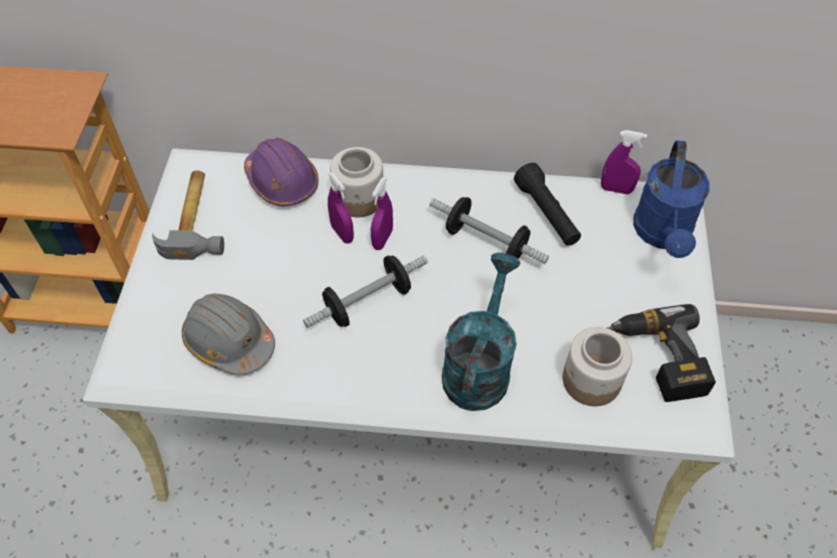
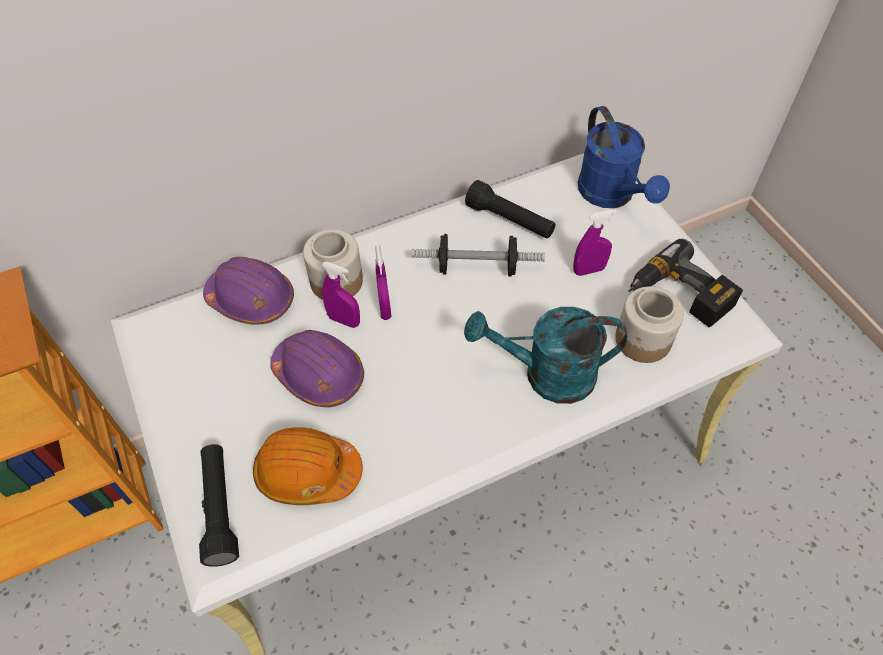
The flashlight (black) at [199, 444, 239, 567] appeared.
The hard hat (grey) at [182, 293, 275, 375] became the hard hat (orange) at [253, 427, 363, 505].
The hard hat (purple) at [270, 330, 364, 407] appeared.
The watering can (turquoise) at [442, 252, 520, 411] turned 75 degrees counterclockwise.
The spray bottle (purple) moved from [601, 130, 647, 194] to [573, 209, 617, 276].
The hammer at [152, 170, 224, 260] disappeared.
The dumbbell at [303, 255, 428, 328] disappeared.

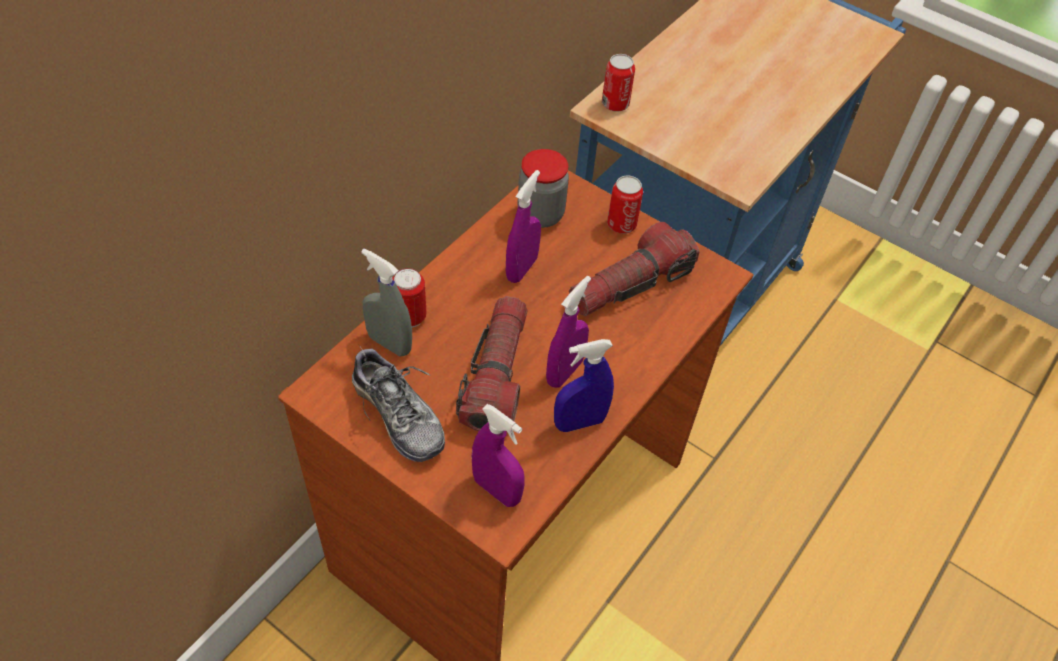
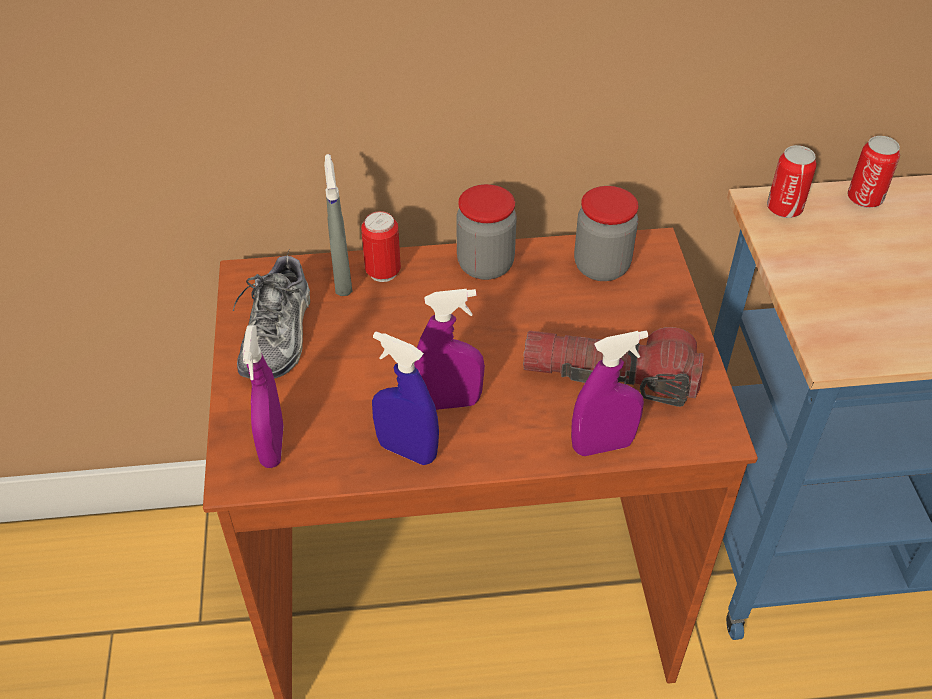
The jar at [456, 184, 517, 280] appeared.
The spray bottle (purple) moved from [506, 170, 541, 283] to [571, 331, 648, 456].
The can moved from [607, 176, 643, 234] to [848, 136, 900, 208].
The flashlight at [456, 296, 528, 431] disappeared.

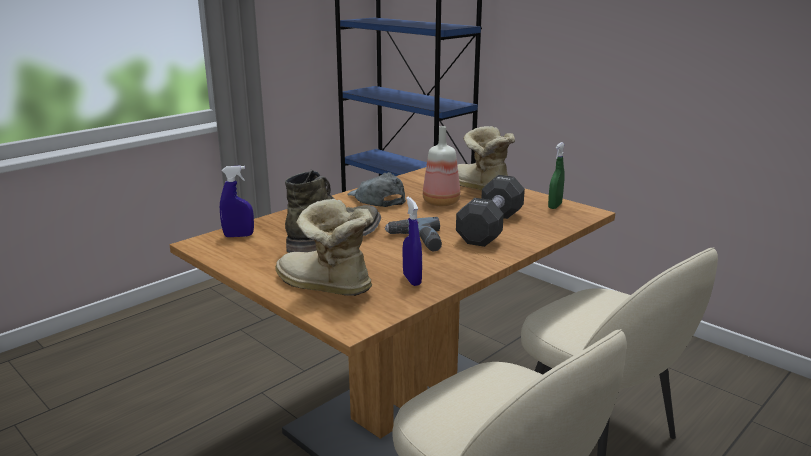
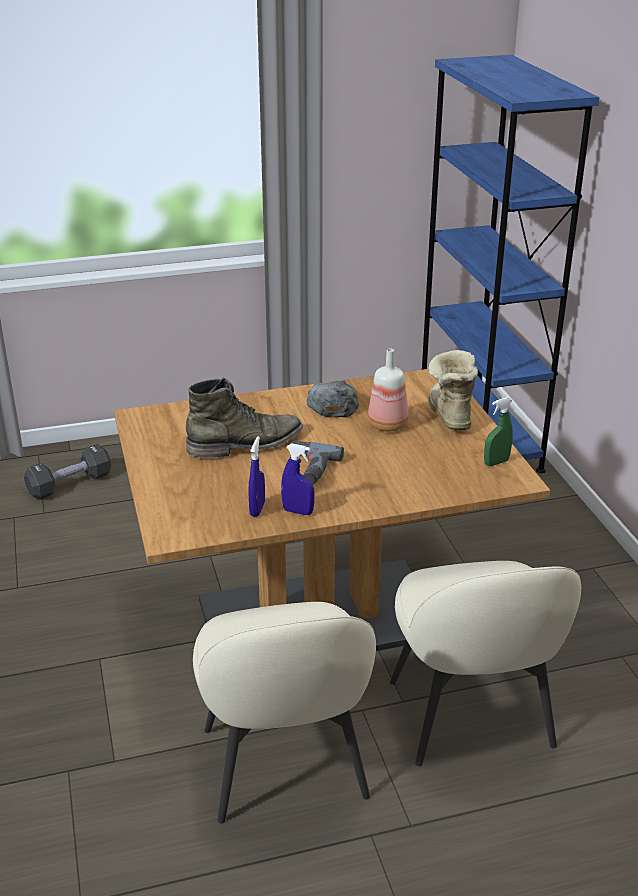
The dumbbell (black) moved from [456, 175, 525, 247] to [24, 444, 111, 500].
The spray bottle (blue) moved from [220, 165, 254, 237] to [281, 444, 315, 515].
The boot at [275, 199, 374, 296] disappeared.

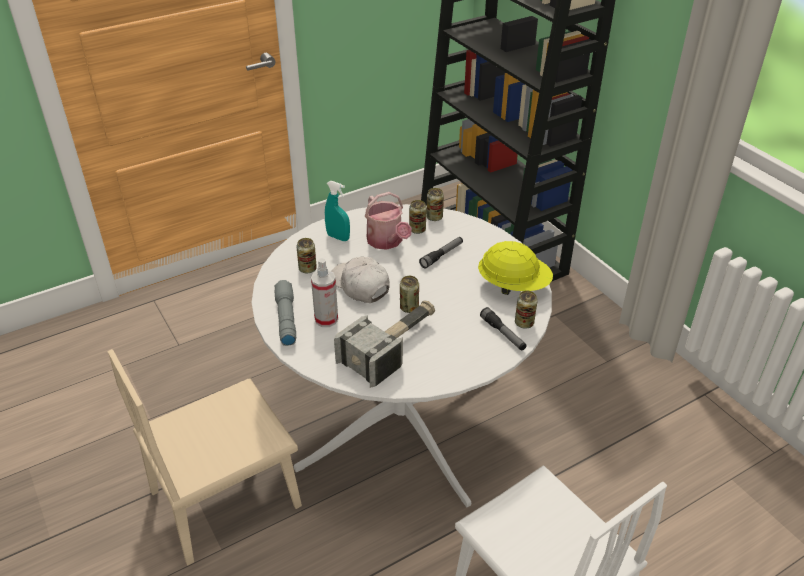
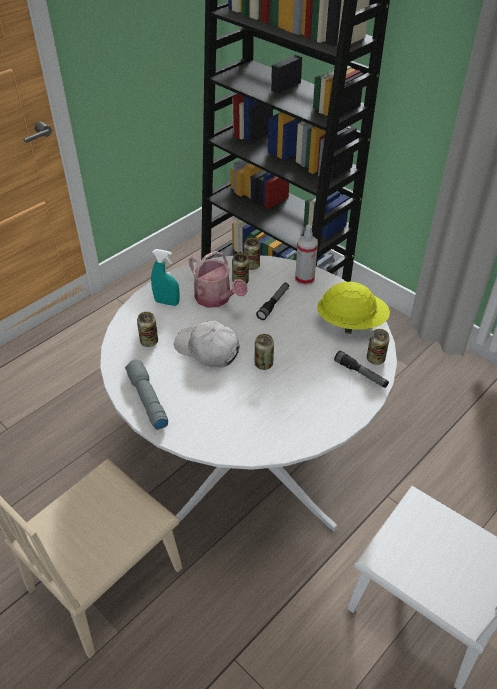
The spray bottle moved from [311, 258, 338, 327] to [295, 225, 318, 286].
The hammer at [334, 300, 435, 388] disappeared.

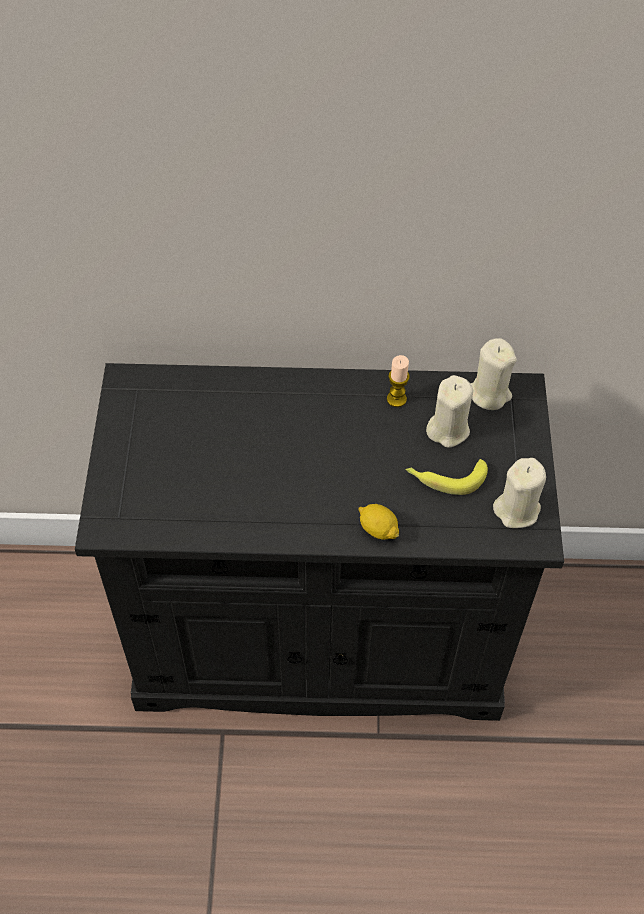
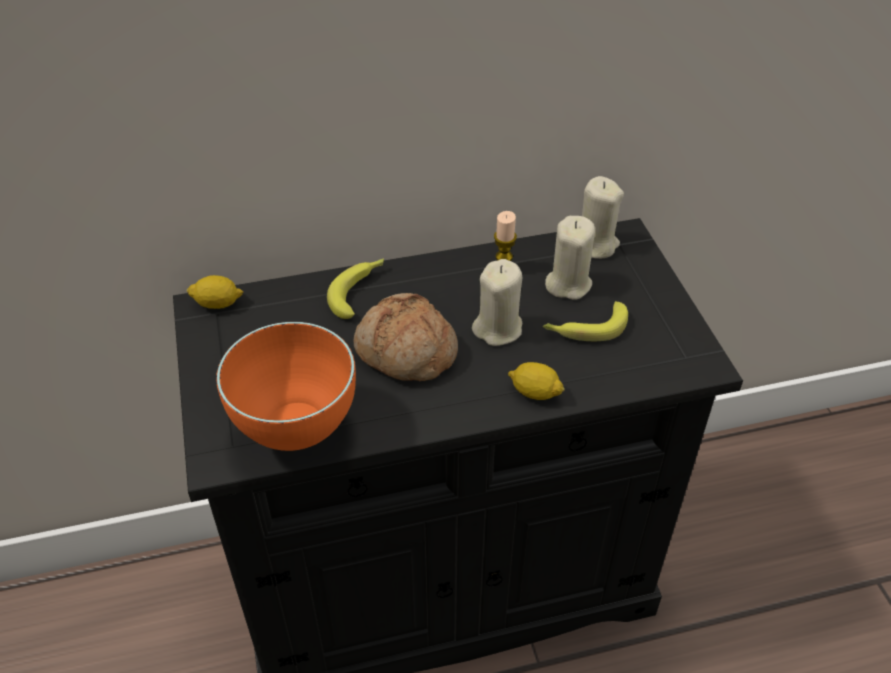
The lemon at [187, 275, 243, 309] appeared.
The bowl (orange) at [216, 322, 356, 451] appeared.
The banana at [327, 258, 384, 319] appeared.
The bread at [354, 293, 458, 381] appeared.
The candle (beige) moved from [493, 458, 546, 528] to [472, 259, 522, 346].

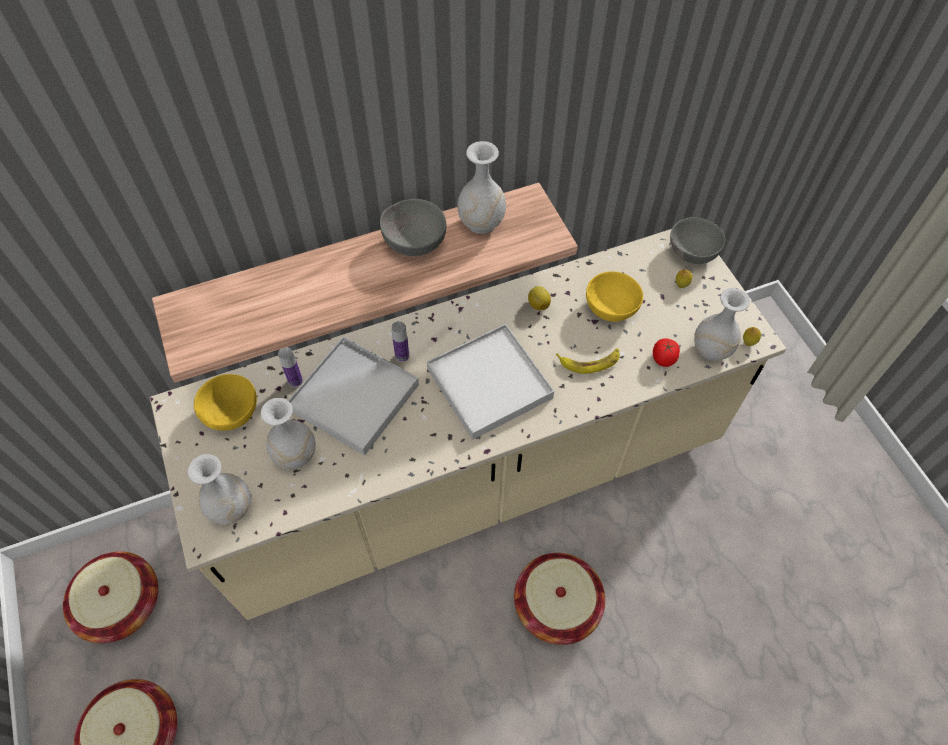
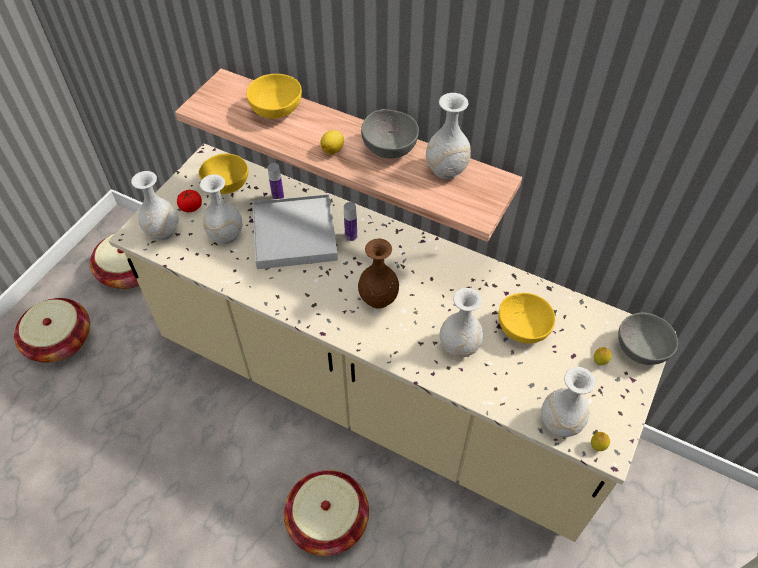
The tomato moved from [653, 339, 680, 367] to [177, 190, 202, 212].
The bowl (yellow) at [246, 74, 302, 119] appeared.
The lemon moved from [528, 286, 551, 310] to [320, 130, 344, 154].
The tray (white) at [427, 324, 554, 440] was replaced by the vase (brown) at [358, 239, 399, 309].
The banana at [556, 348, 620, 374] was replaced by the vase (white) at [440, 288, 483, 358].

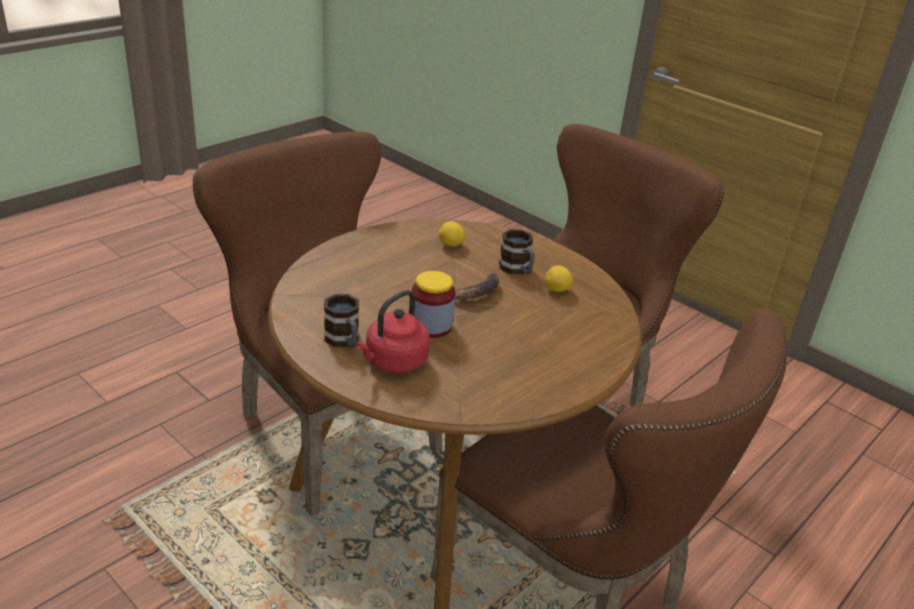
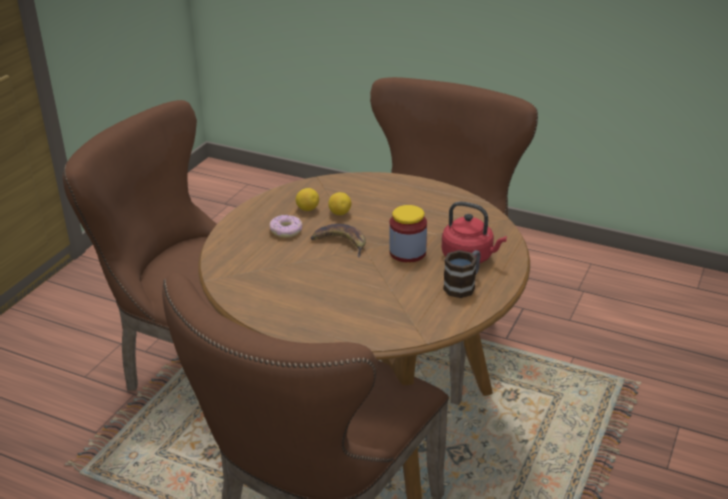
The mug at [499, 229, 534, 274] was replaced by the donut at [269, 215, 302, 238].
The lemon moved from [439, 221, 465, 246] to [328, 192, 352, 215].

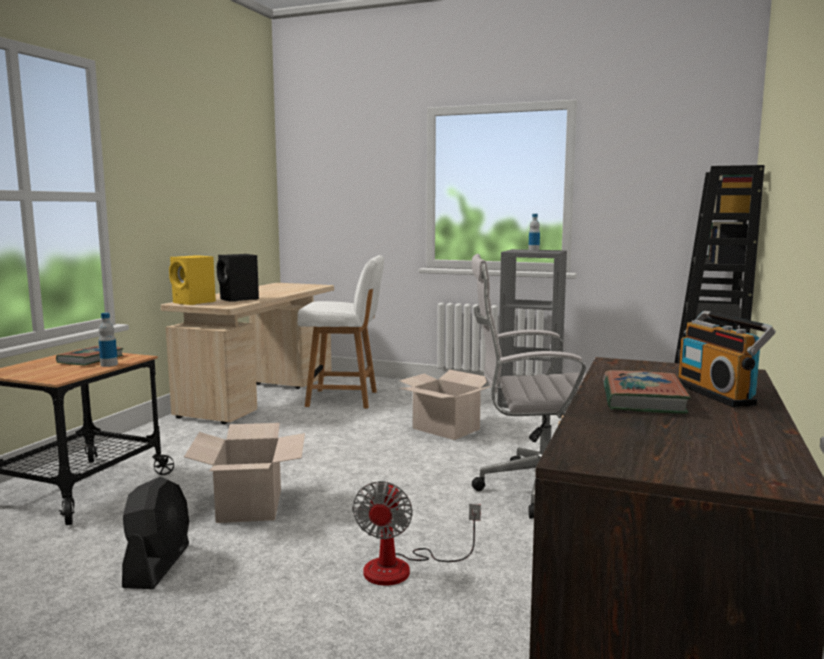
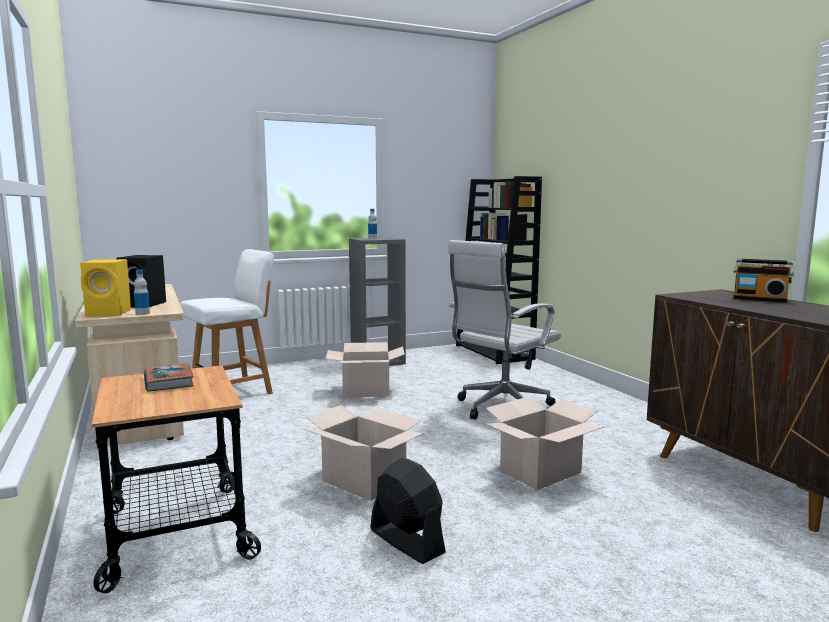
The bottle moved from [99, 313, 118, 367] to [134, 270, 150, 315].
The fan at [352, 481, 481, 586] was replaced by the cardboard box at [486, 396, 604, 490].
The book at [603, 370, 691, 414] disappeared.

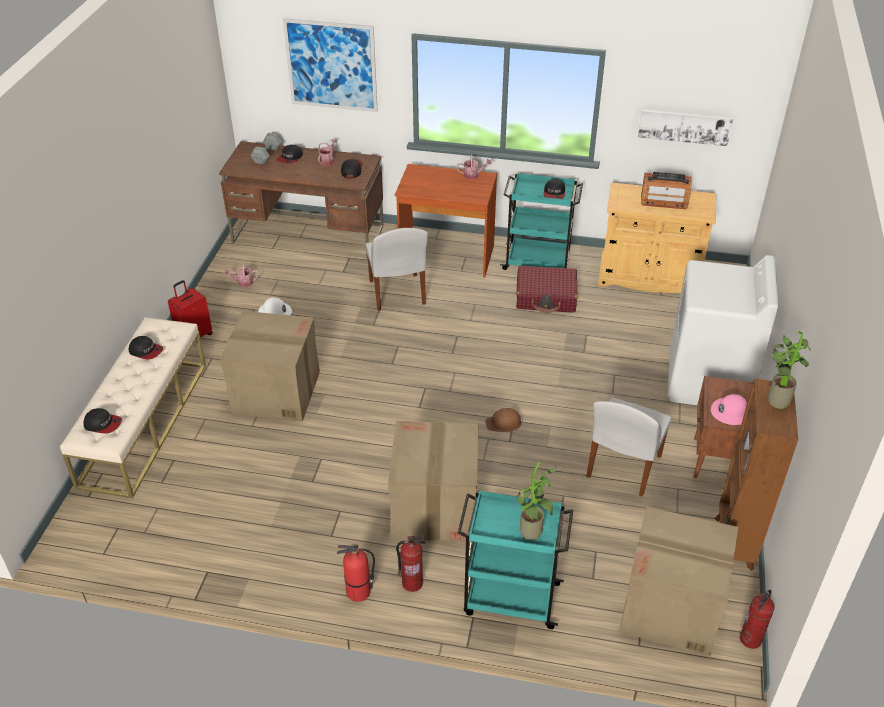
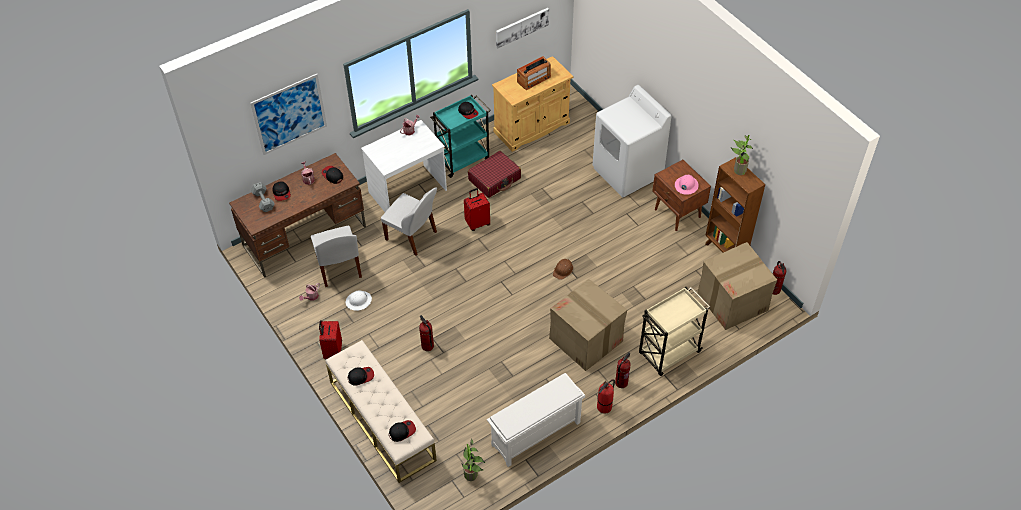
The chair (white) moved from [586, 397, 671, 497] to [311, 226, 362, 287].
The desk (brown) at [395, 164, 497, 278] became the desk (white) at [361, 120, 447, 212].
The cardboard box at [220, 311, 320, 422] was replaced by the fire extinguisher at [419, 315, 434, 351].
The potted plant moved from [517, 462, 556, 540] to [462, 438, 485, 481].
The suitcase (red) at [464, 188, 490, 231] appeared.
The shoe rack (white) at [487, 373, 585, 467] appeared.
The cart (turquoise) at [458, 489, 573, 629] became the cart (beige) at [639, 287, 710, 376].

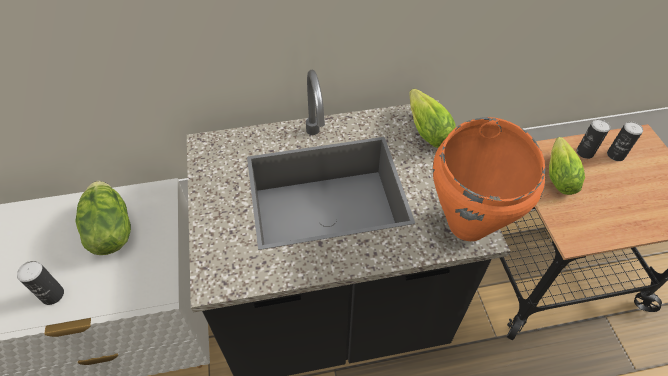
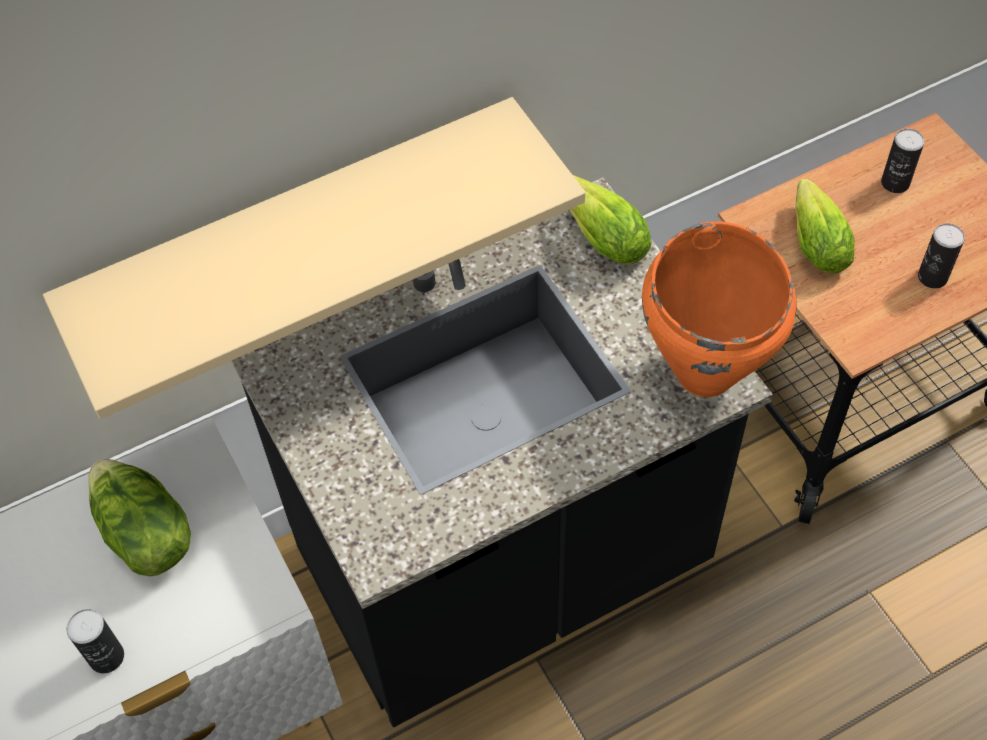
The shelf (beige) at [43, 97, 586, 419] appeared.
The can moved from [576, 119, 610, 159] to [918, 223, 965, 288].

